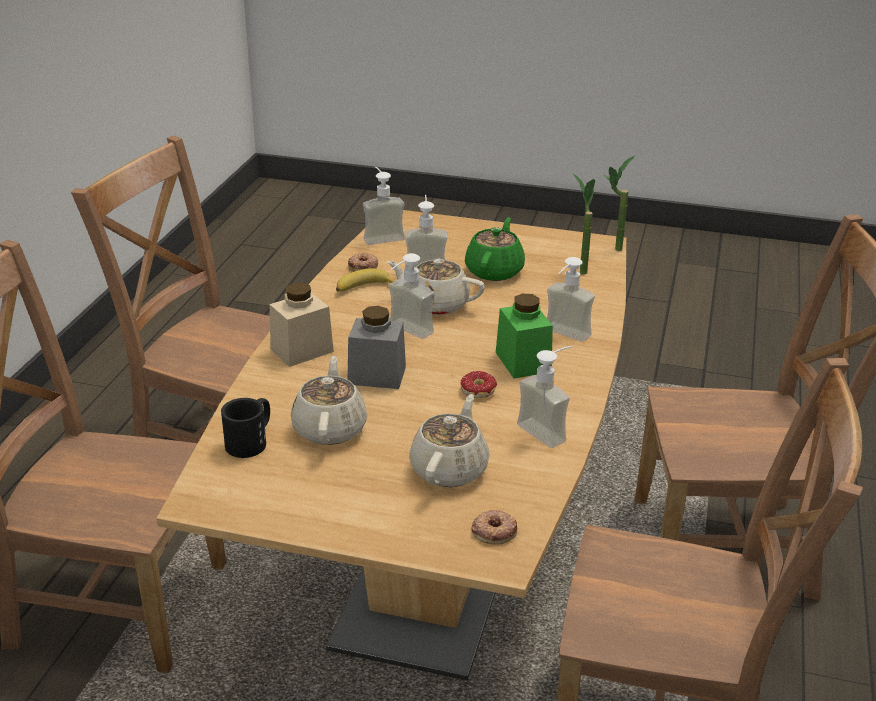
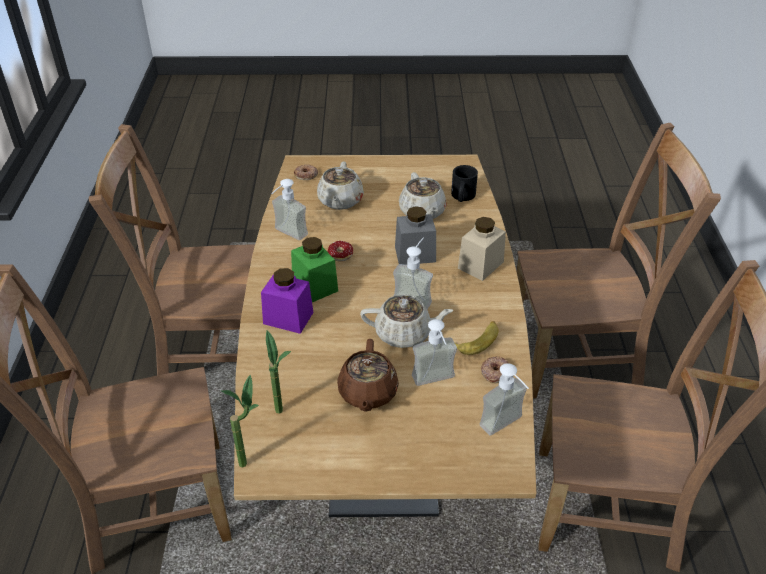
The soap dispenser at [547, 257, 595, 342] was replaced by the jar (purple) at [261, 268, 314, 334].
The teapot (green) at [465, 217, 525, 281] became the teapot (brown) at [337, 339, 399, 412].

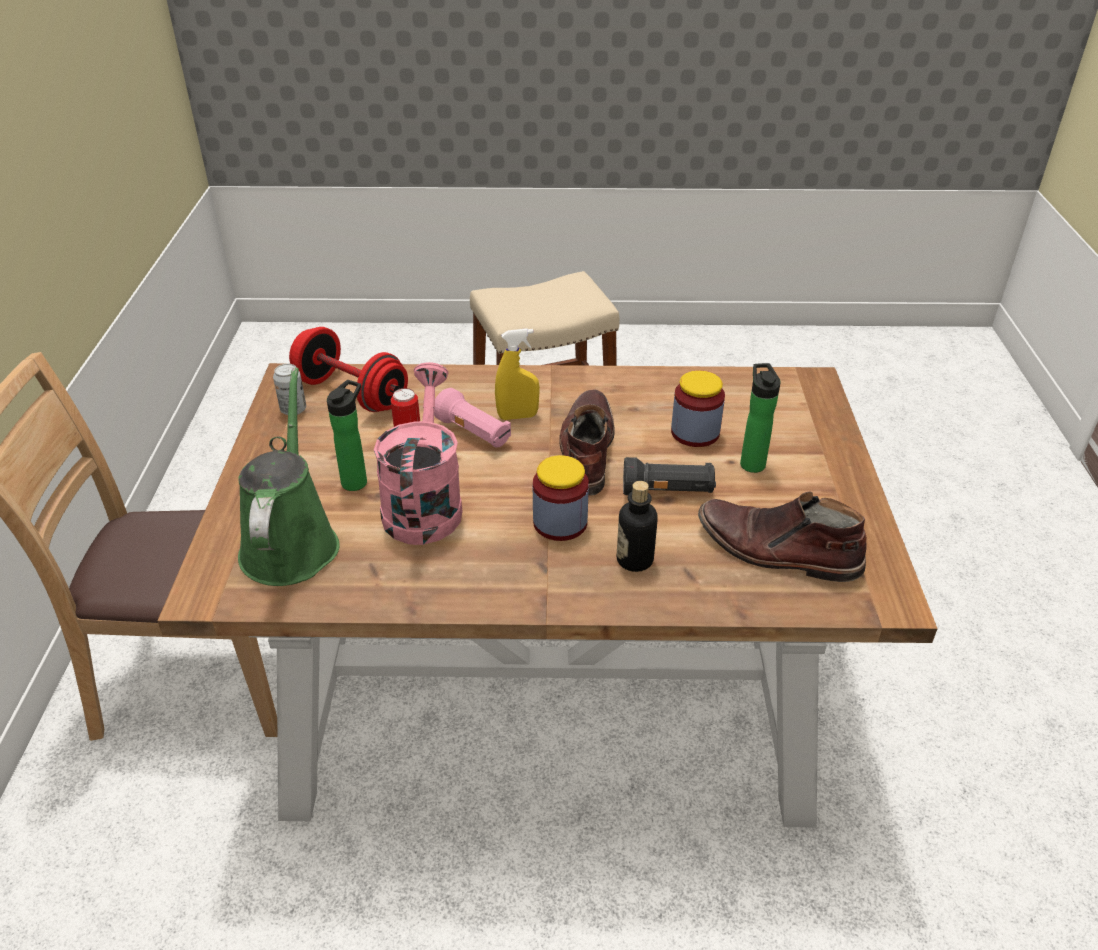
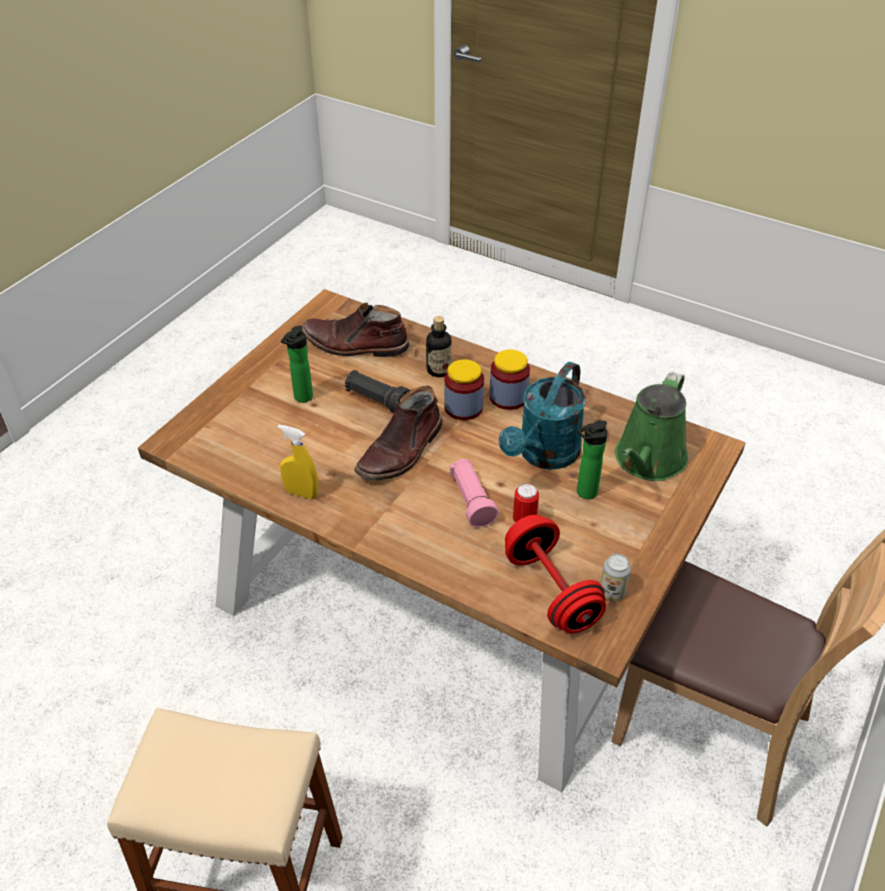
The spray bottle (yellow) moved from [495, 328, 540, 420] to [278, 425, 318, 499].
The boot (brown) at [698, 491, 867, 582] turned 135 degrees clockwise.
The jar moved from [671, 370, 725, 447] to [490, 349, 530, 410].
The watering can (pink) at [374, 362, 462, 545] became the watering can (turquoise) at [499, 362, 586, 470].

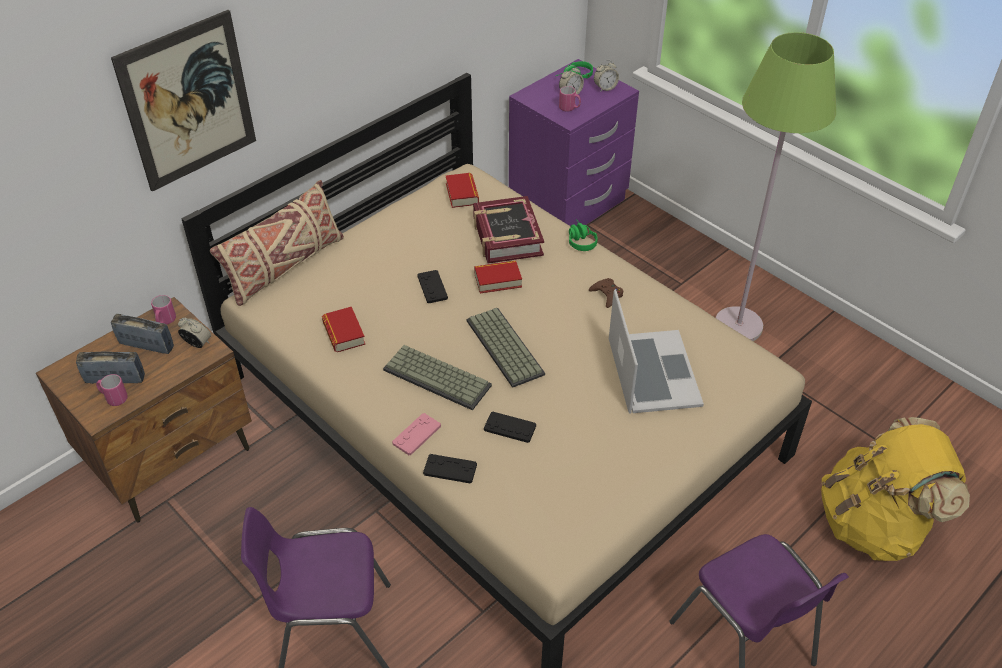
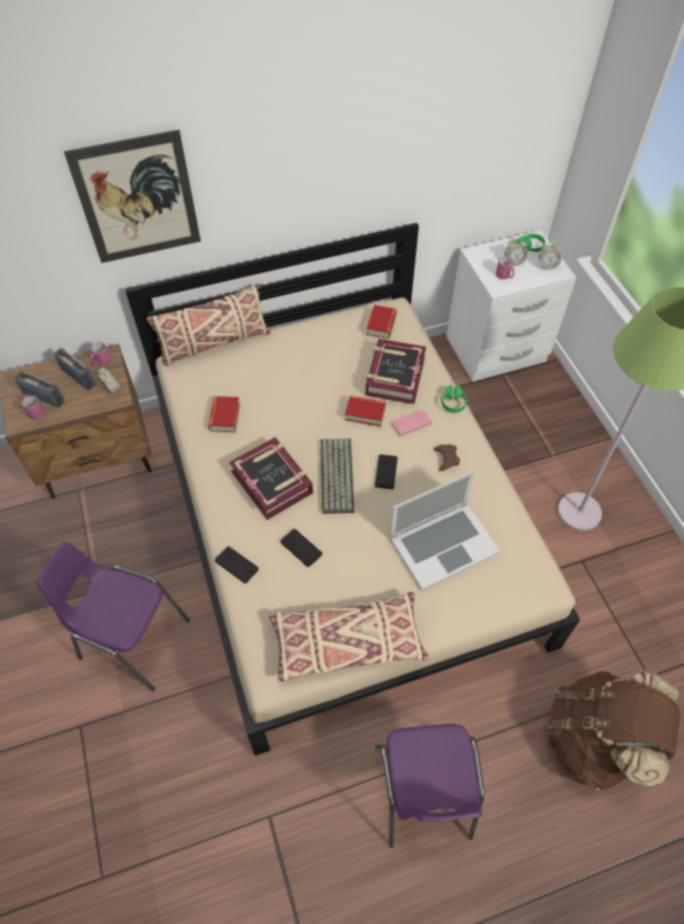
The keyboard at [383, 345, 492, 410] was replaced by the book at [229, 437, 313, 520].
The pillow (beige) at [269, 592, 429, 682] appeared.
The game controller (black) moved from [417, 270, 448, 303] to [375, 454, 398, 489].
The laptop at [609, 289, 704, 414] turned 45 degrees clockwise.
The game controller (pink) moved from [392, 413, 441, 455] to [392, 410, 432, 436].
The nightstand (purple) at [509, 59, 639, 226] became the nightstand (white) at [446, 230, 576, 382].
The backpack (yellow) at [821, 417, 970, 561] became the backpack (brown) at [549, 670, 680, 791].

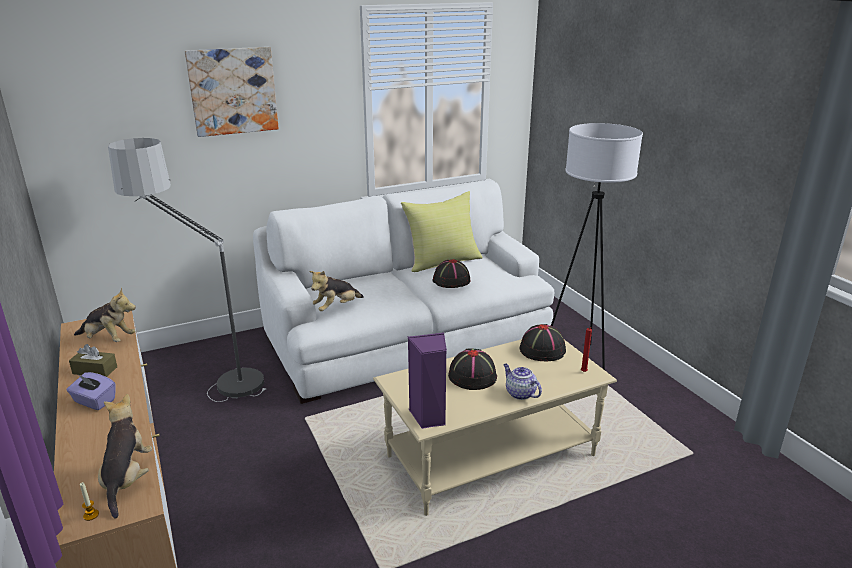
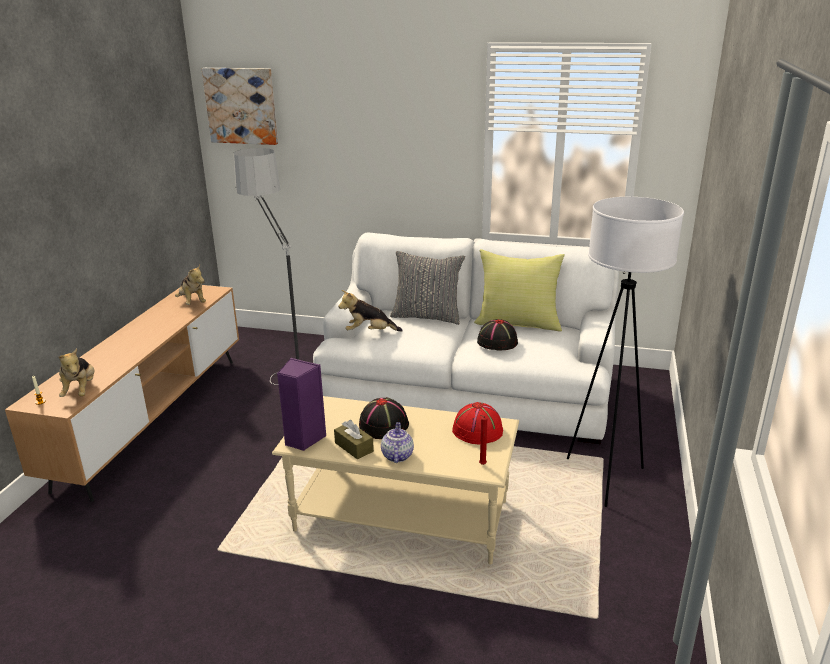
The plush toy at [98, 394, 152, 519] turned 135 degrees clockwise.
The picture moved from [185, 47, 279, 137] to [202, 68, 278, 145].
The tissue box (brown) moved from [69, 344, 117, 377] to [334, 420, 374, 459].
The pillow (grey) at [390, 251, 465, 325] appeared.
The hat (black) at [520, 324, 566, 361] became the hat (red) at [452, 402, 503, 445].
The tissue box (purple) at [66, 372, 115, 410] disappeared.

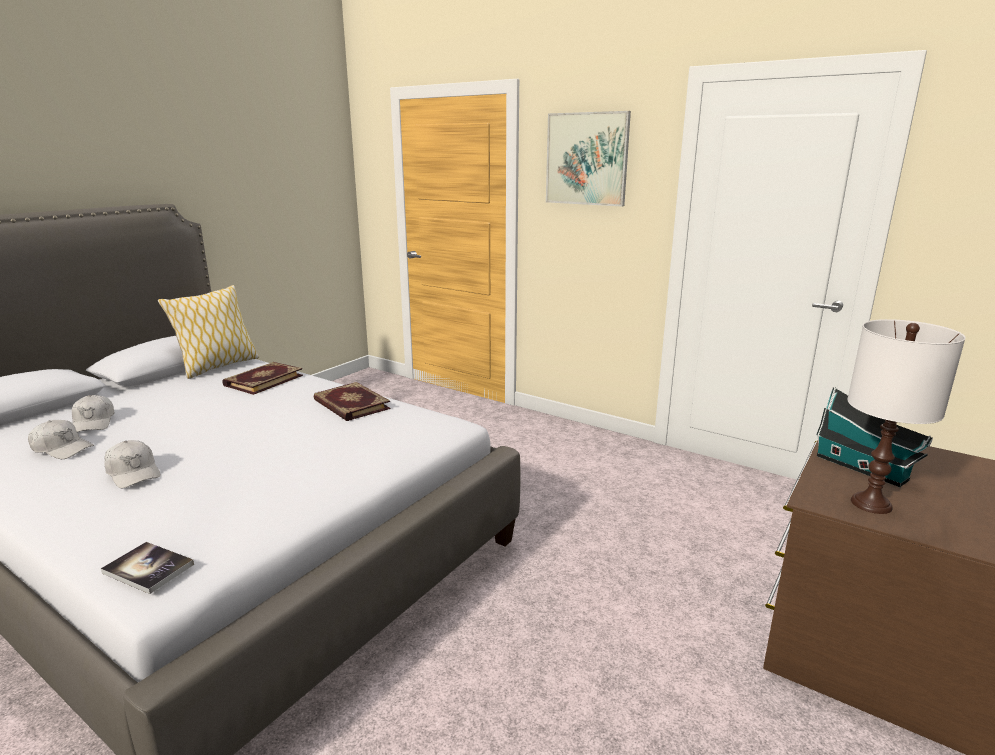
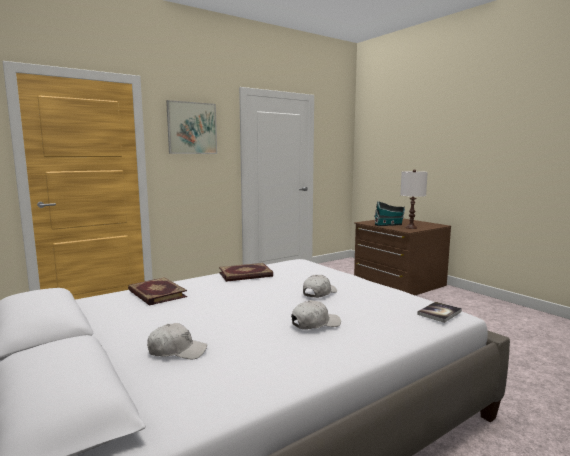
The cap (white) moved from [28, 420, 94, 459] to [303, 275, 337, 298].
The pillow at [158, 285, 259, 379] disappeared.

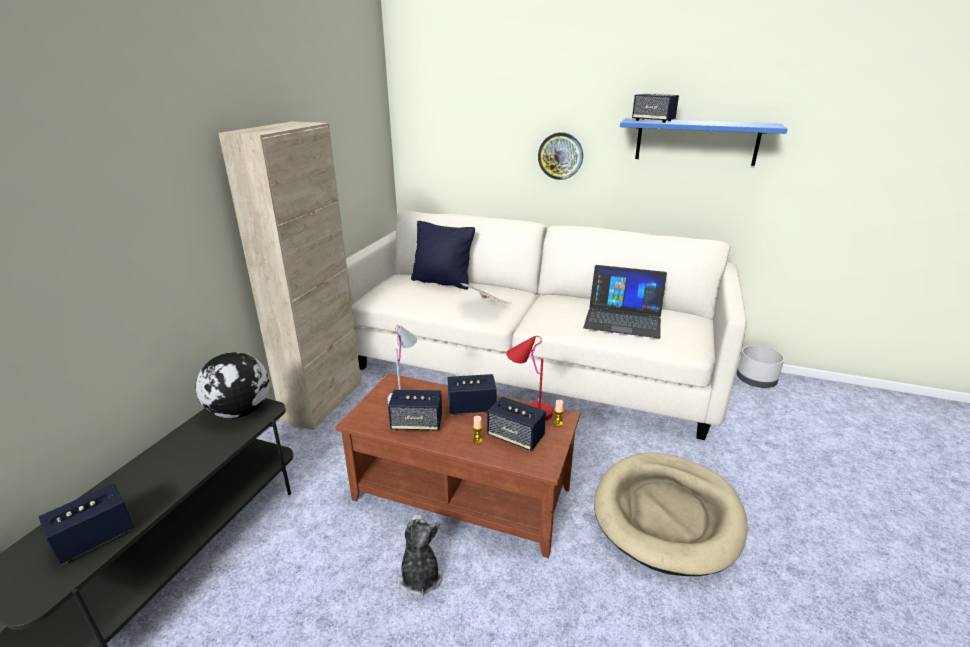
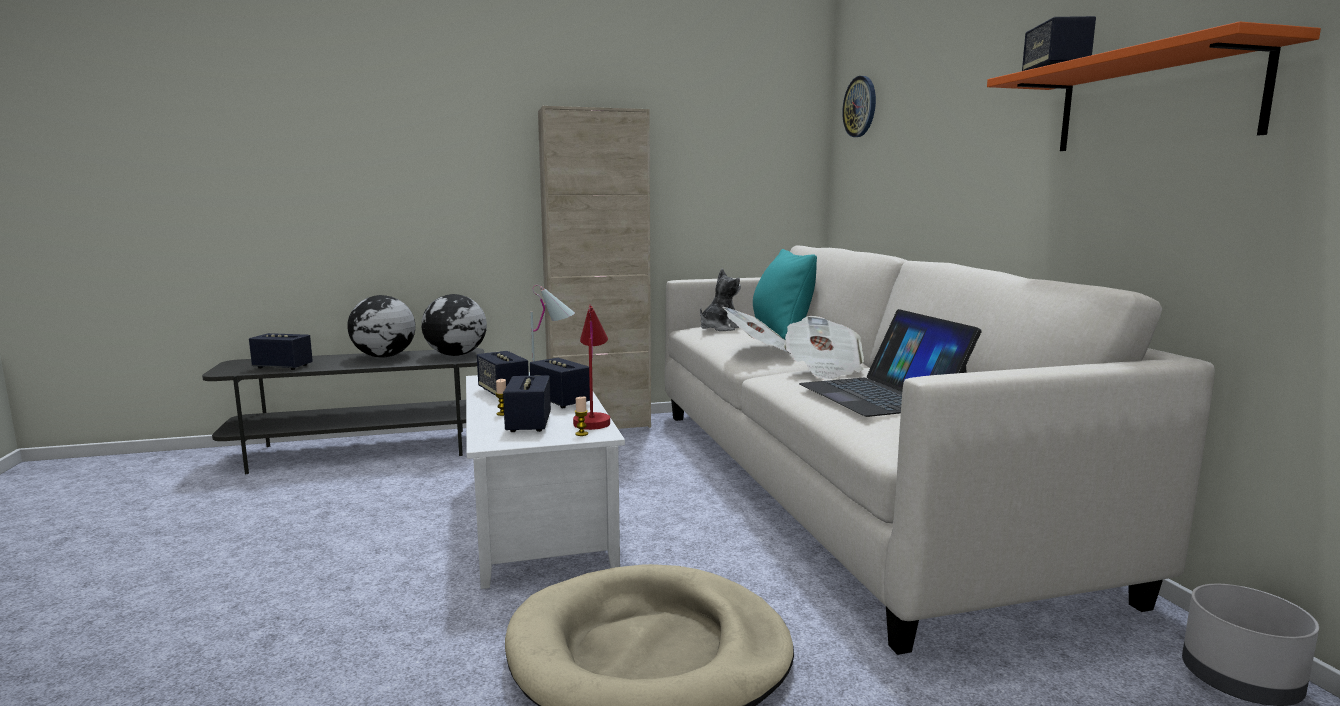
The globe at [347, 295, 415, 358] appeared.
The coffee table (brown) at [335, 373, 581, 558] became the coffee table (white) at [466, 372, 625, 589].
The plush toy moved from [398, 514, 443, 596] to [700, 269, 741, 331].
The pillow (black) at [411, 221, 475, 290] became the pillow (turquoise) at [753, 249, 817, 339].
The newspaper at [784, 316, 864, 379] appeared.
The wall clock moved from [538, 132, 583, 180] to [842, 76, 876, 137].
The shelf (blue) at [620, 118, 787, 166] became the shelf (orange) at [987, 21, 1321, 151].

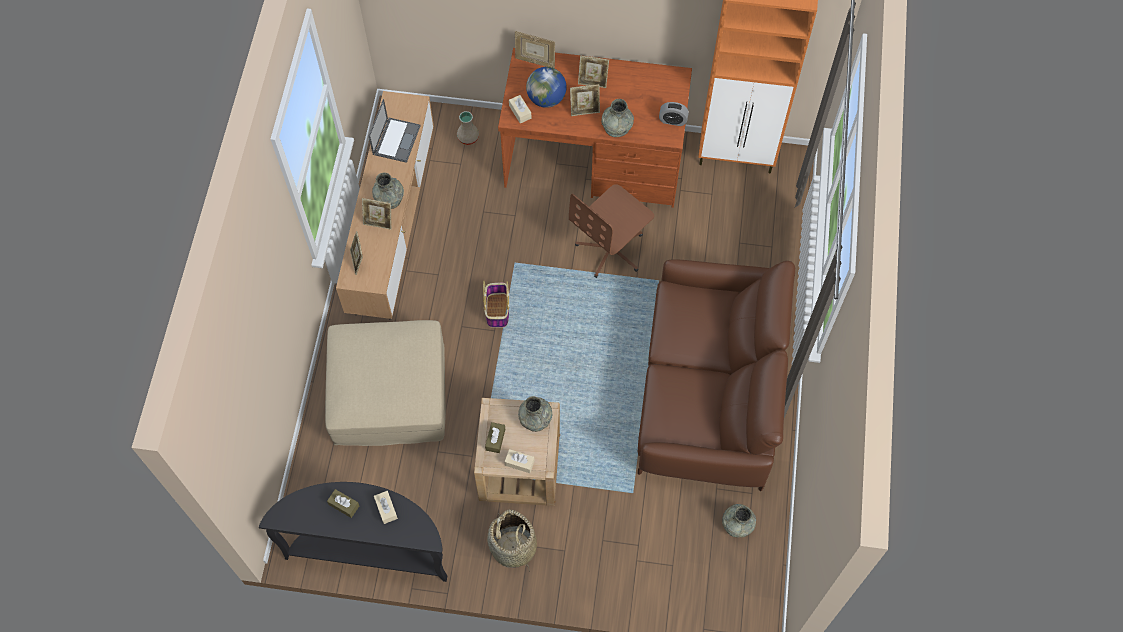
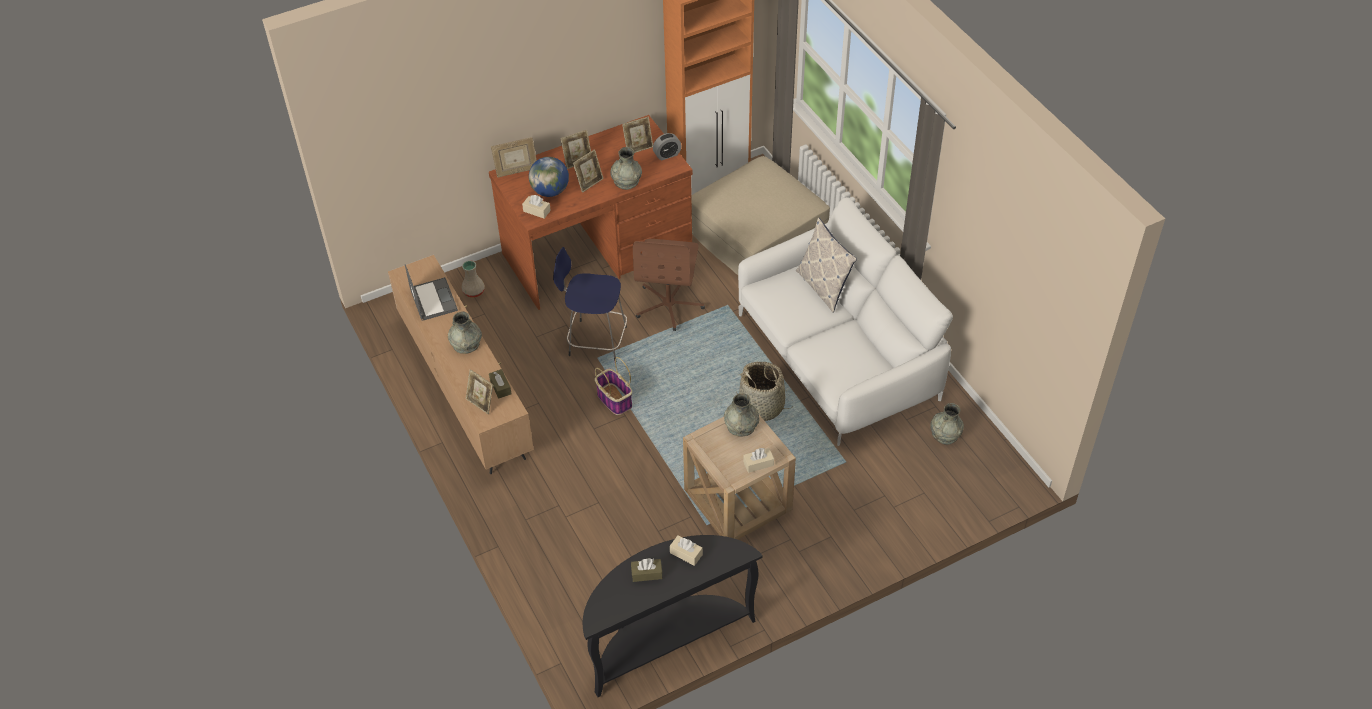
The tissue box (brown) moved from [485, 422, 505, 453] to [489, 369, 512, 399].
The stool (blue) at [553, 247, 627, 362] appeared.
The picture frame moved from [362, 198, 392, 230] to [622, 117, 653, 153].
The ottoman (beige) moved from [325, 320, 446, 446] to [692, 156, 830, 275].
The basket moved from [487, 510, 537, 571] to [736, 362, 793, 421].
The sofa (brown) at [638, 259, 795, 491] became the sofa (white) at [738, 197, 953, 446].
The pillow at [796, 218, 857, 312] appeared.

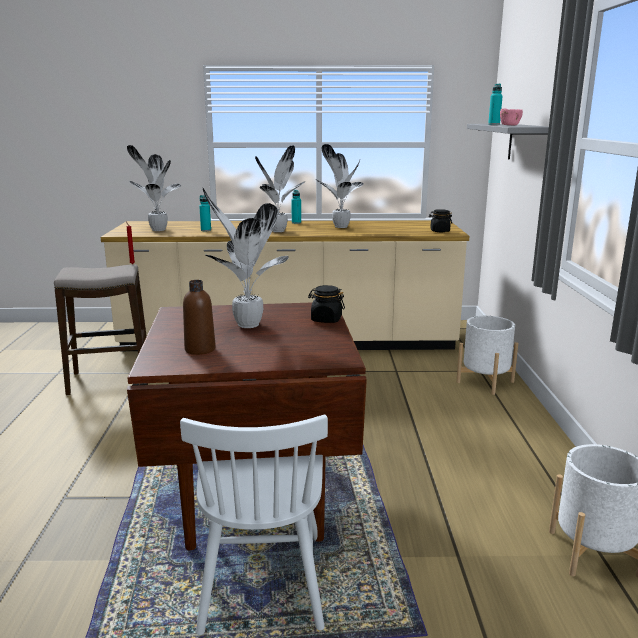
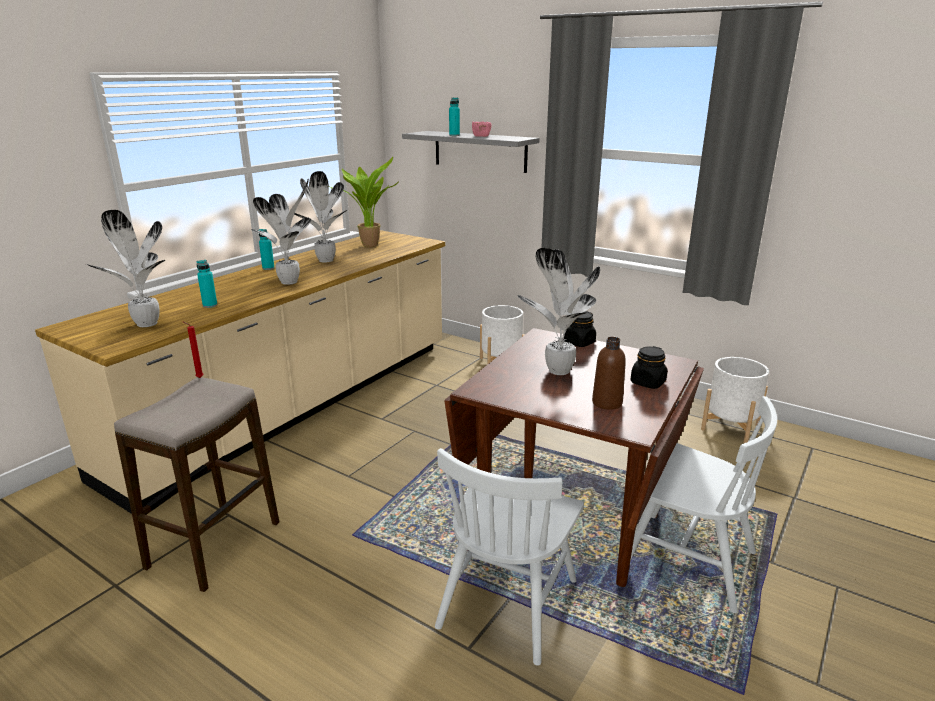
The potted plant at [330, 157, 399, 247] appeared.
The chair (white) at [435, 448, 584, 666] appeared.
The jar (black) moved from [429, 209, 452, 232] to [630, 346, 668, 389].

